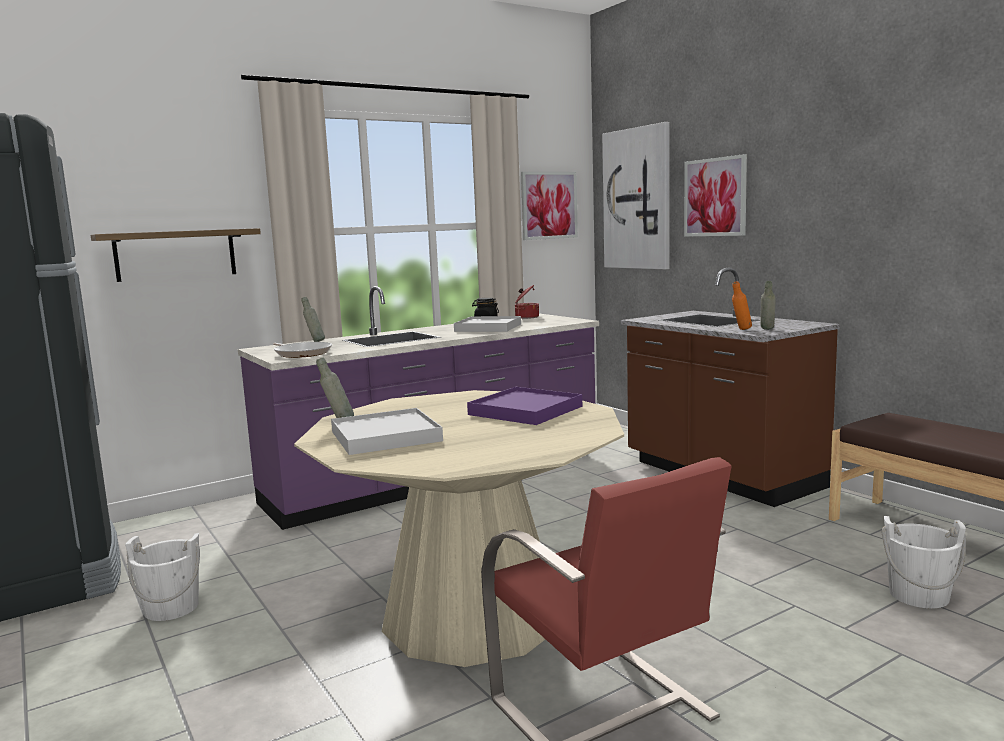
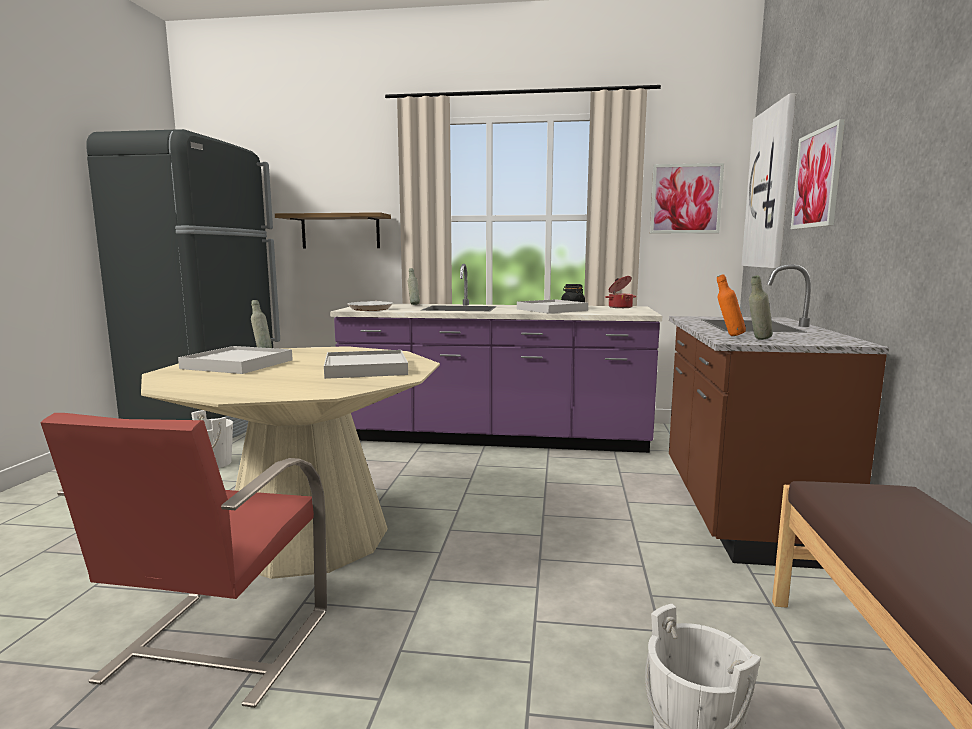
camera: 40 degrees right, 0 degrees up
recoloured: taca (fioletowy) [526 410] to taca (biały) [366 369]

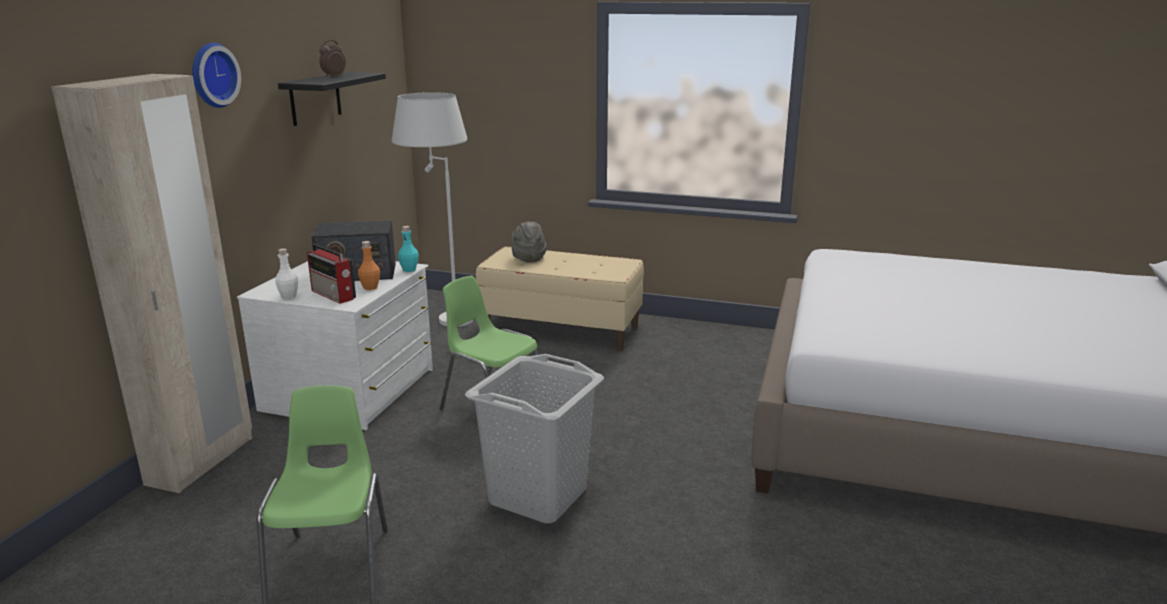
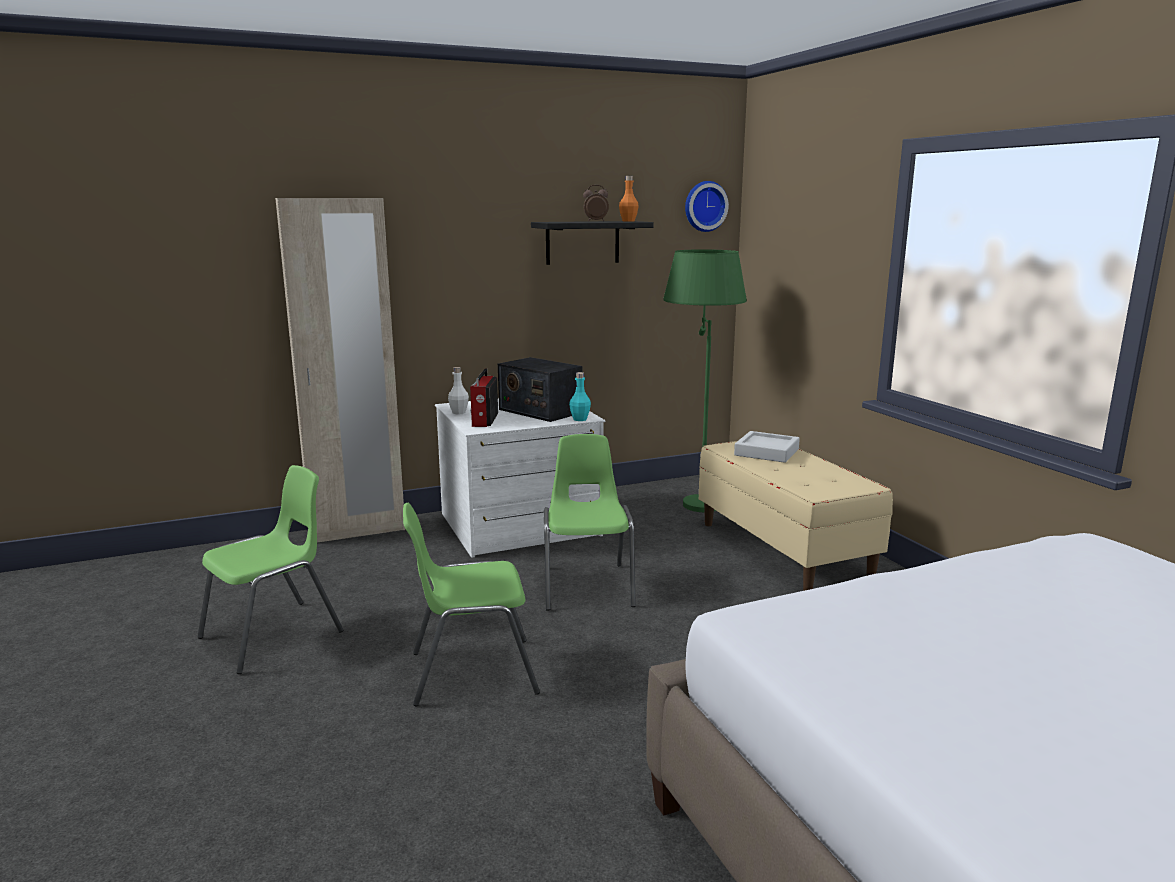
camera: 50 degrees right, 5 degrees down
moved: zegar ścienny [211 75] to [704 206]; butelka (pomarańczowy) [370 287] to [628 221]
replaced: kapelusz (szary) [528 258] to taca (szary) [766 452]; kosz na pranie (szary) [537 496] to krzesło (zielony) [471 672]
recoloured: lampa stojąca (biały) [441 316] to lampa stojąca (zielony) [696 498]

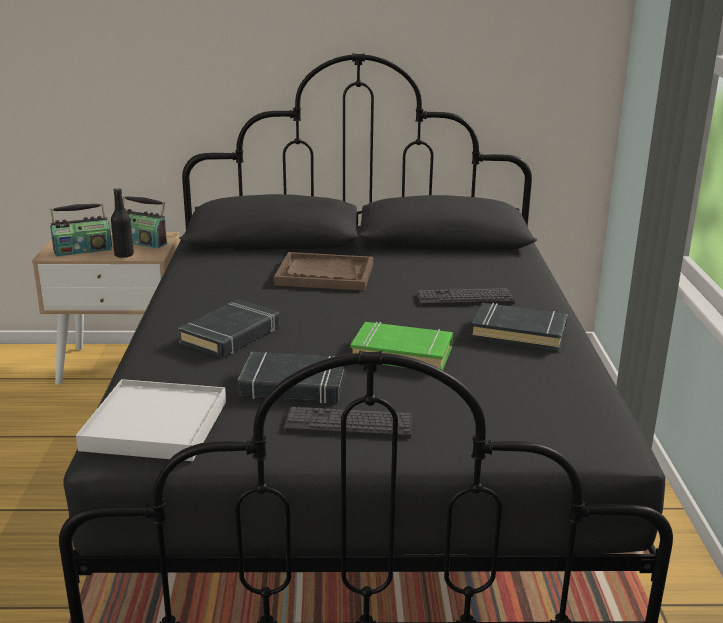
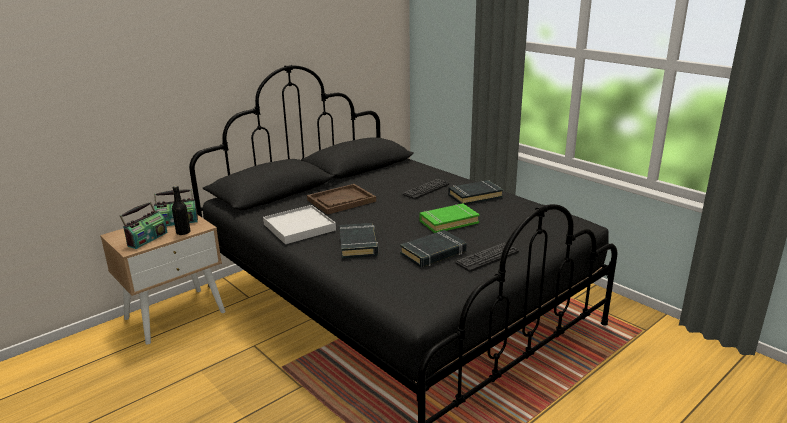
camera: 40 degrees left, 0 degrees up
moved: taca (biały) [155 425] to [299 227]

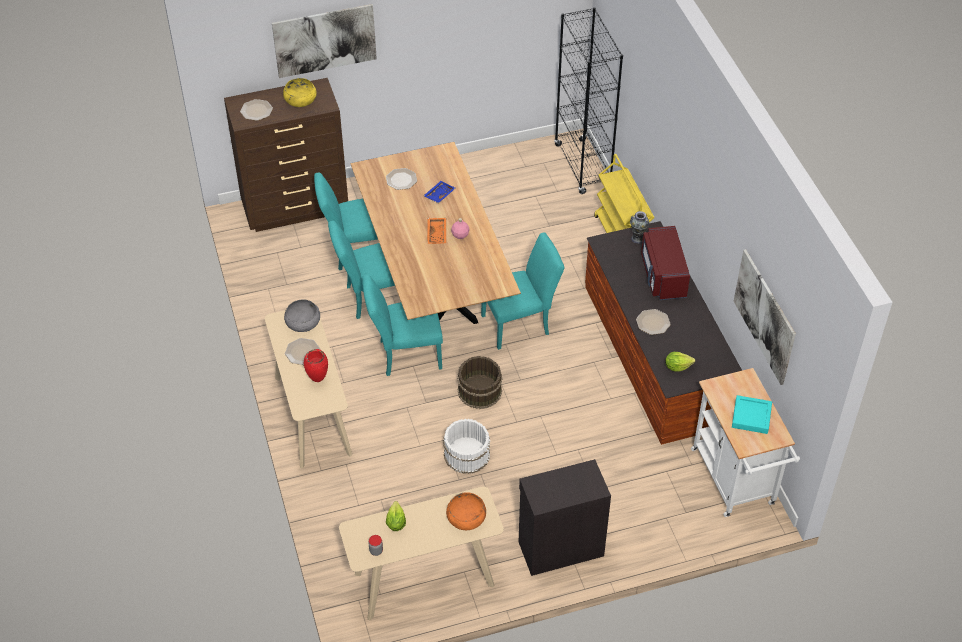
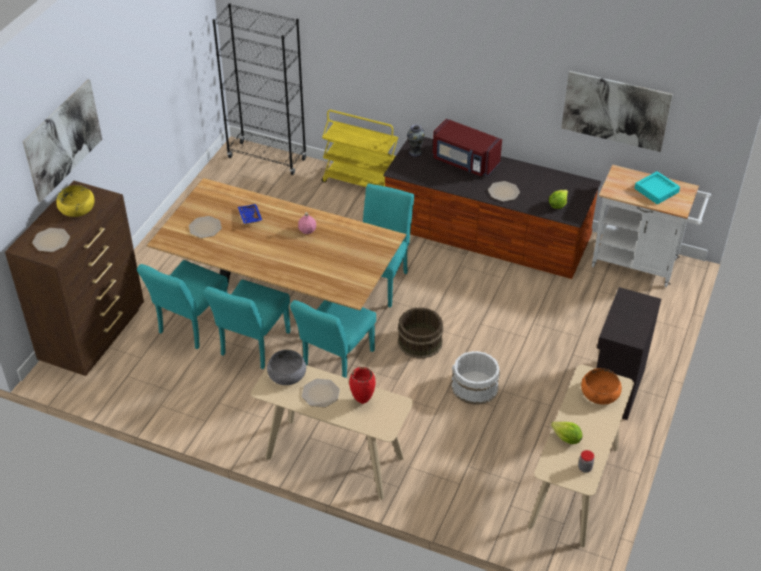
camera: 50 degrees left, 5 degrees down
removed: taca (pomarańczowy) [437 234]

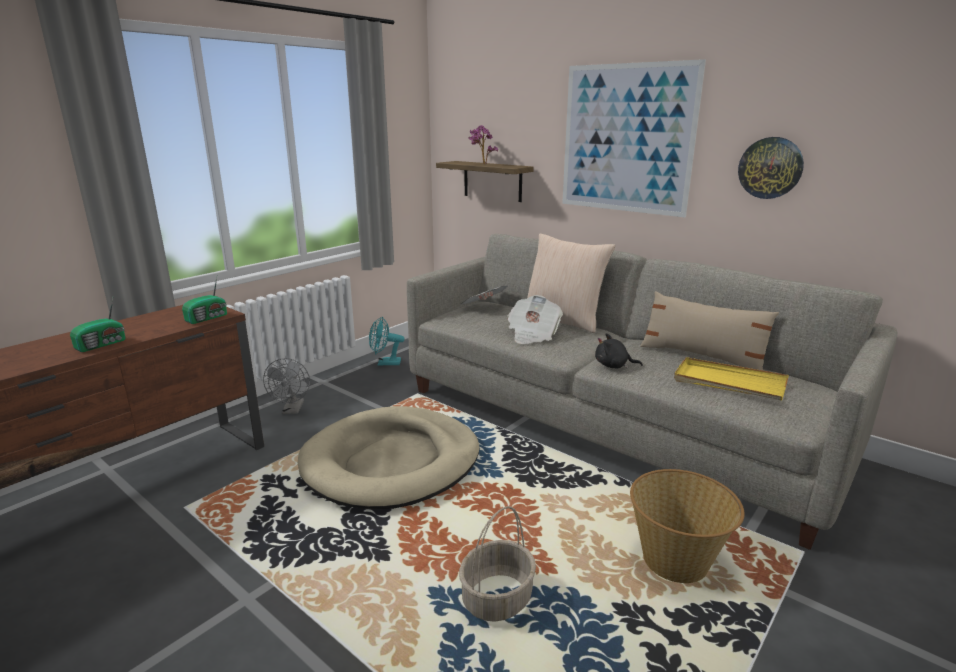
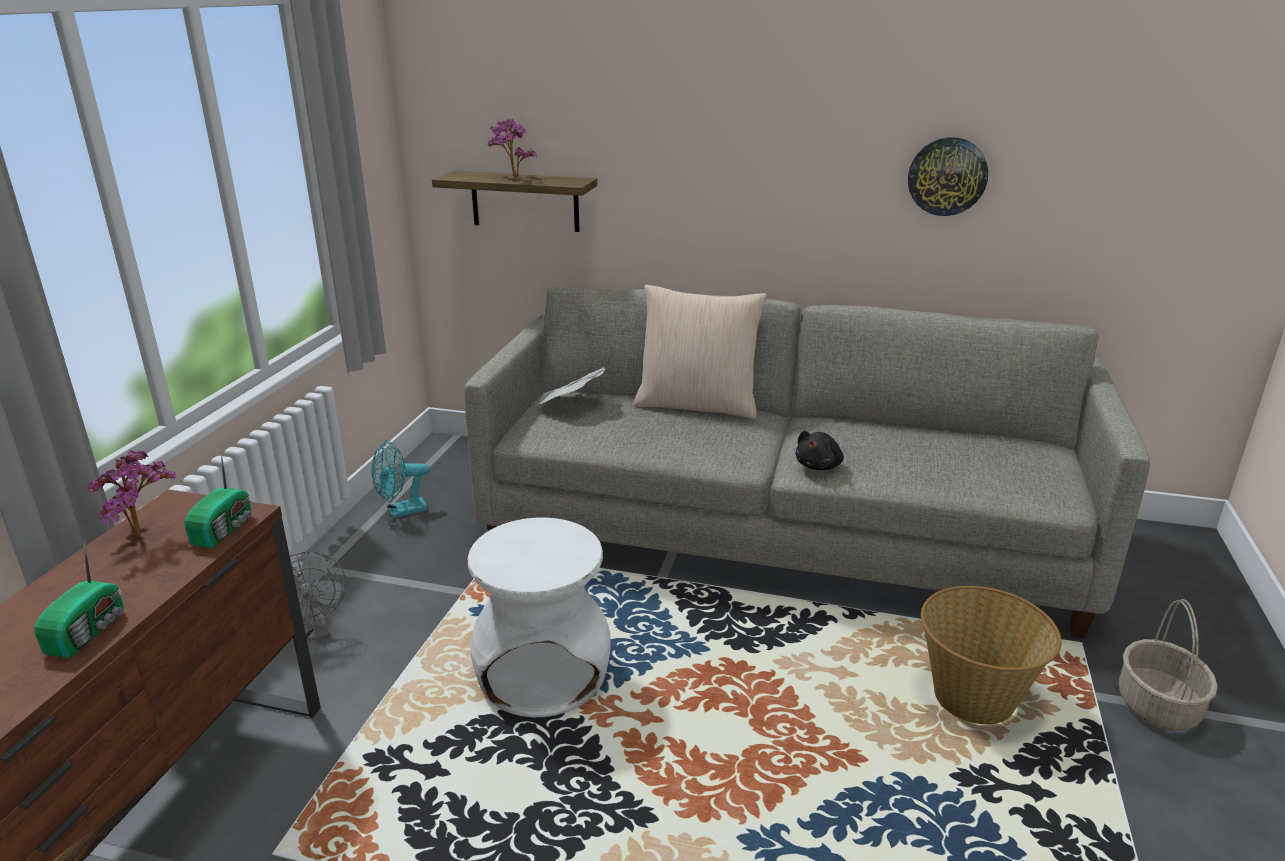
camera: 25 degrees left, 5 degrees up
removed: obraz [626 139]; poduszka (beżowy) [701 357]; gazeta [532 334]; taca (żółty) [729 382]
added: roślina doniczkowa [144 535]
moved: koszyk [497 599] to [1158 706]
replaced: legowisko (beżowy) [392 462] to stołek (biały) [543 673]
turned: pluszak (czarny) [613 366] = [819 466] 45 degrees counterclockwise

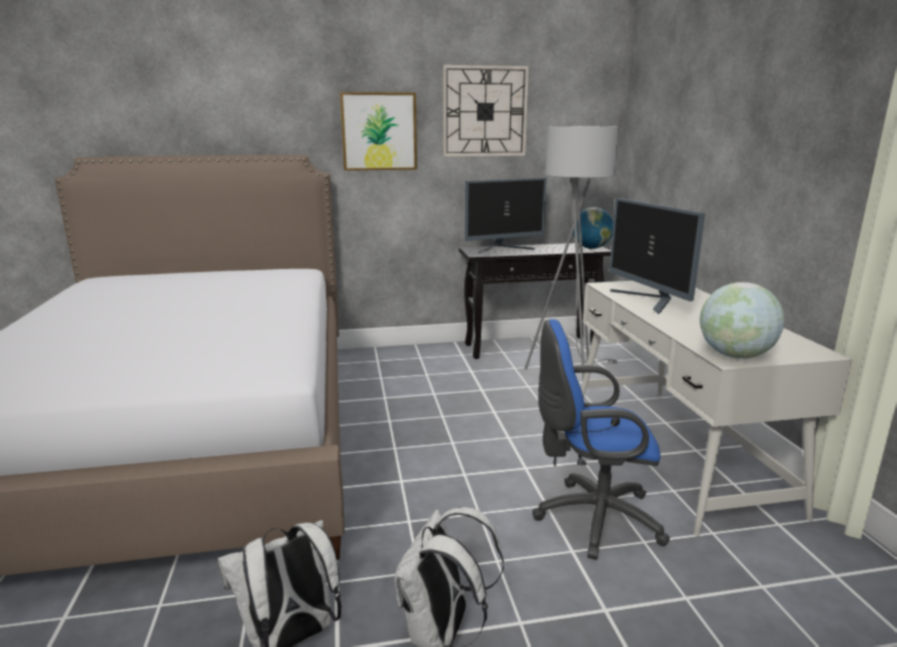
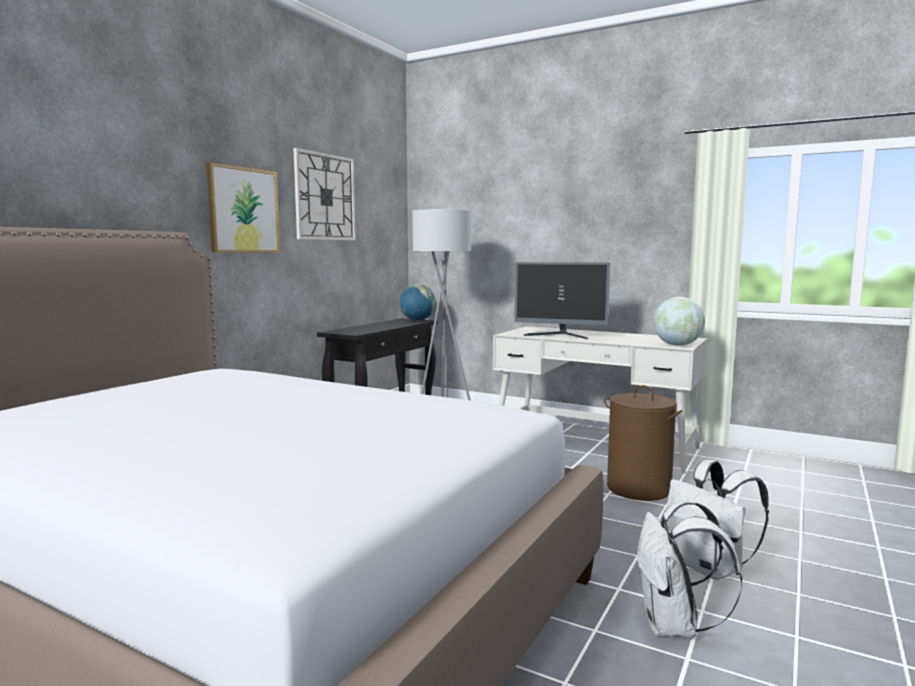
camera: 50 degrees left, 10 degrees down
removed: monitor [503 249]
replaced: krzesło biurowe (niebieski) [591 518] to kosz na pranie (brązowy) [638 488]

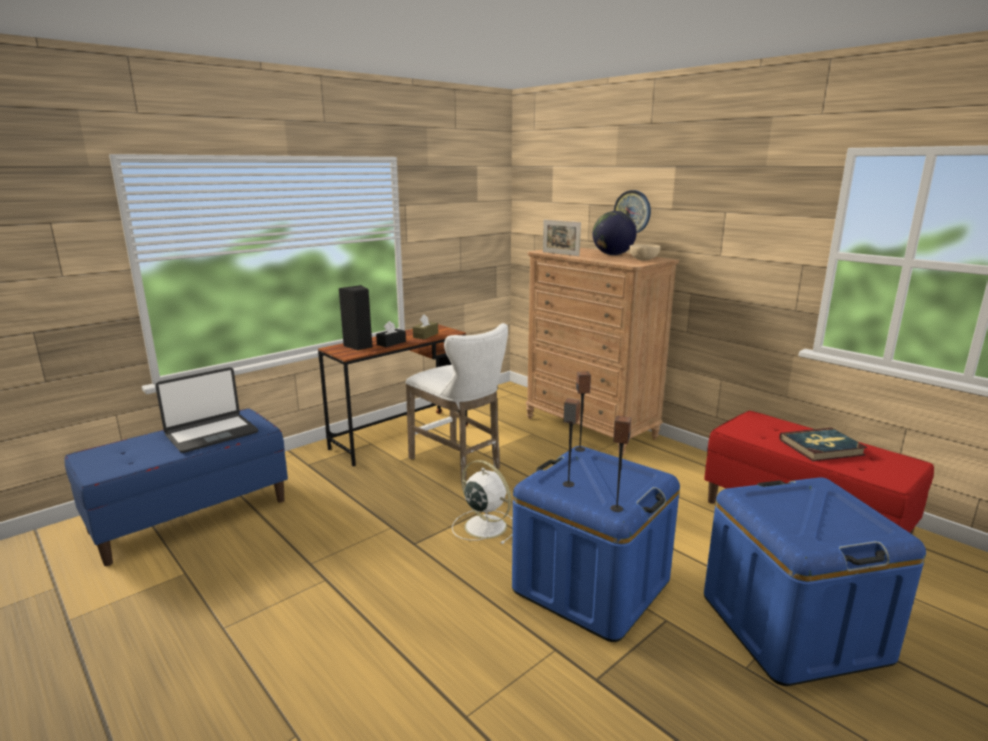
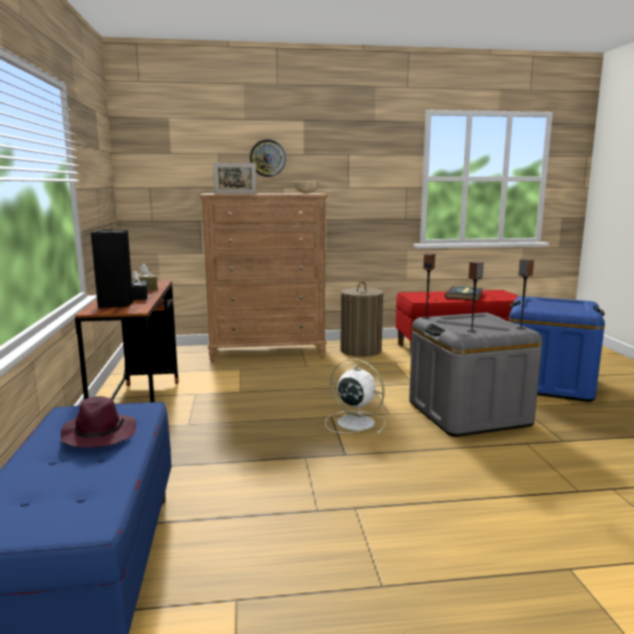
camera: 55 degrees left, 5 degrees down
removed: globus [612 254]; stołek (biały) [459 464]
added: kosz na pranie [361 350]
replaced: laptop [211 434] to kapelusz (fioletowy) [98 435]
recoloured: pojemnik do przechowywania (niebieski) [591 585] to pojemnik do przechowywania (szary) [468 413]
turned: wentylator (biały) [484 526] = [354 422] 45 degrees clockwise

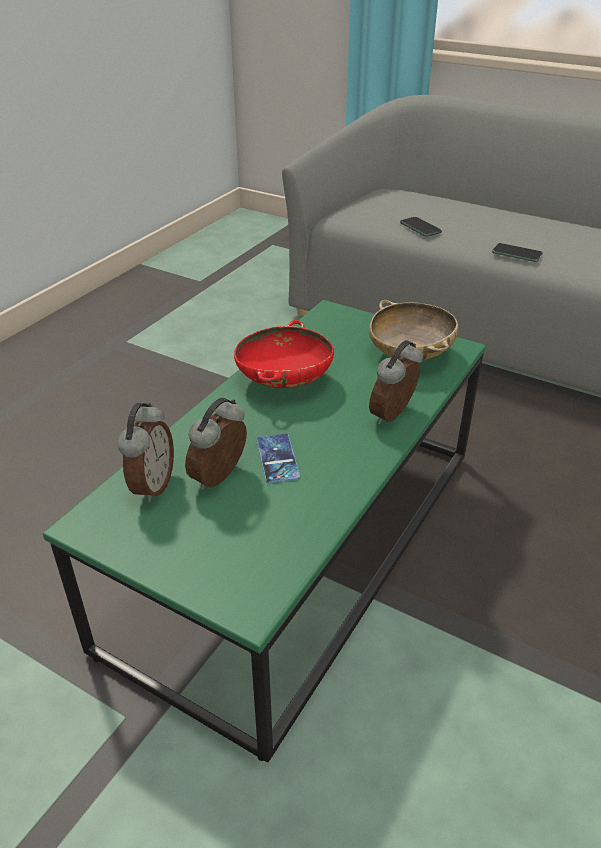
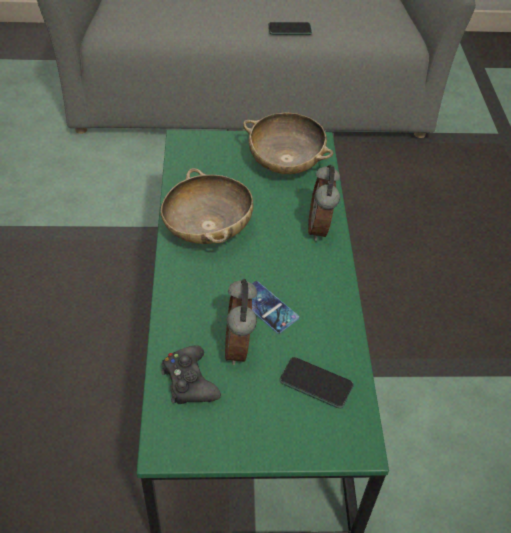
camera: 35 degrees left, 10 degrees up
moved: telefon [420 227] to [316 383]
replaced: budzik [151 486] to pad do gier (czarny) [189 382]
recoloured: miska (czerwony) [284 381] to miska (beżowy) [207 230]

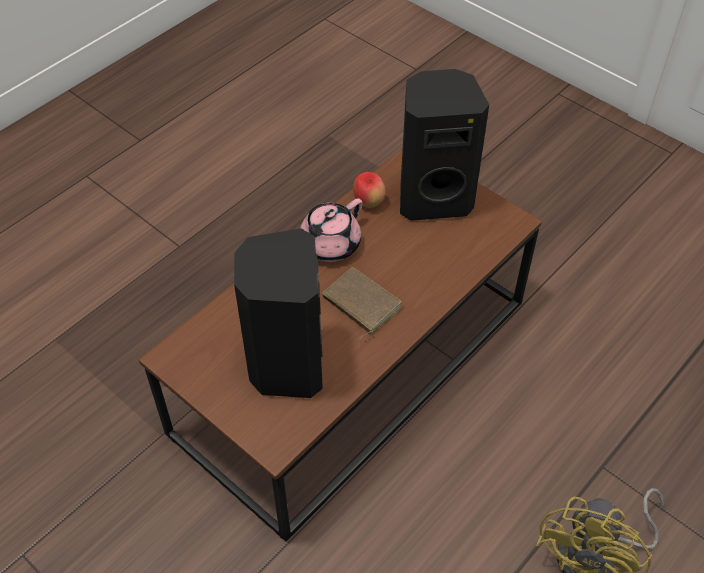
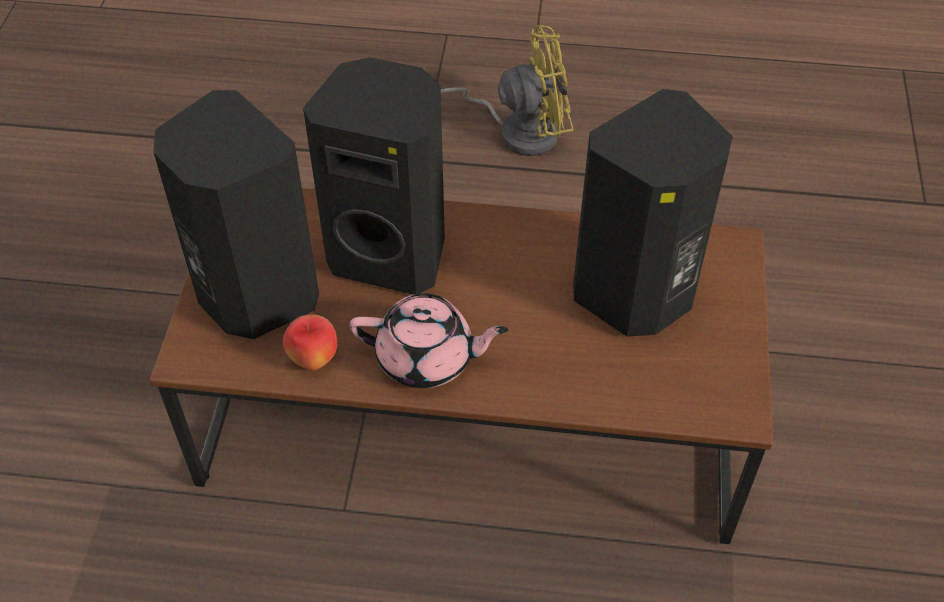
camera: 125 degrees left, 0 degrees up
removed: książka (brązowy) [359 304]
added: głośnik (czarny) [391 253]

